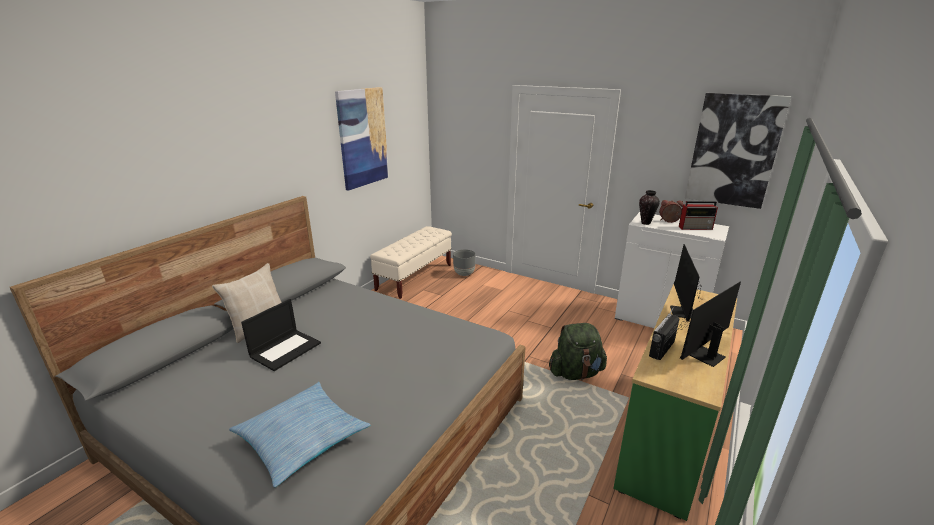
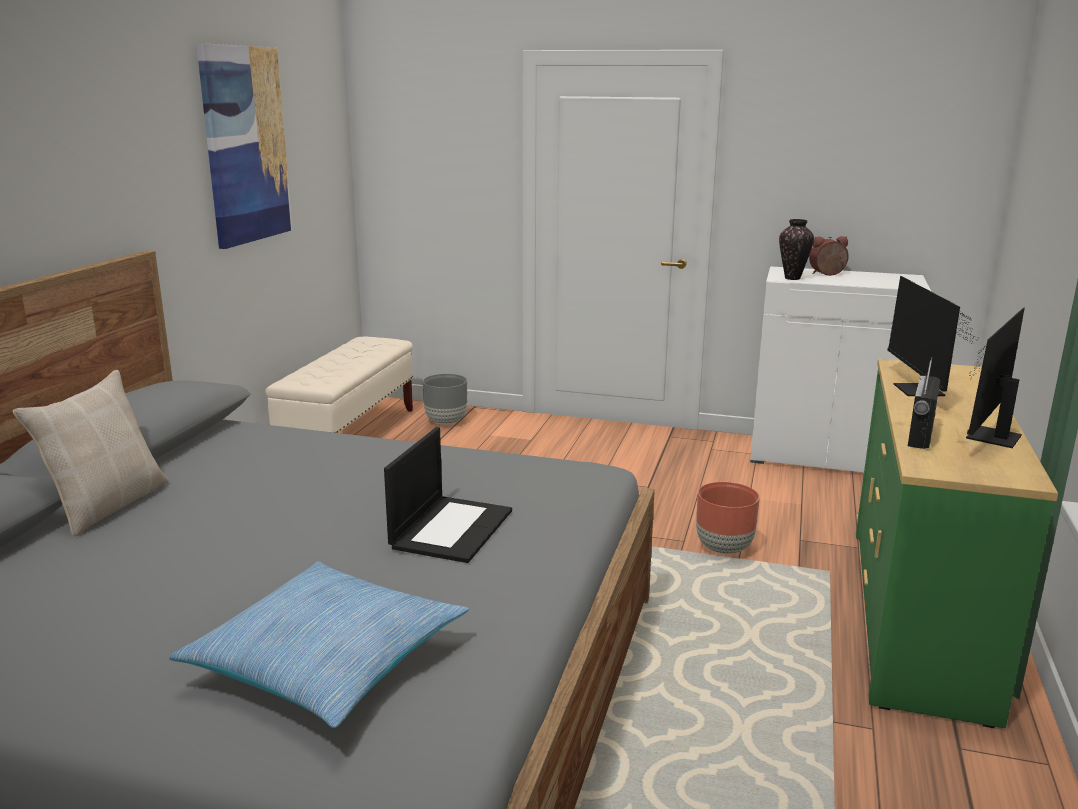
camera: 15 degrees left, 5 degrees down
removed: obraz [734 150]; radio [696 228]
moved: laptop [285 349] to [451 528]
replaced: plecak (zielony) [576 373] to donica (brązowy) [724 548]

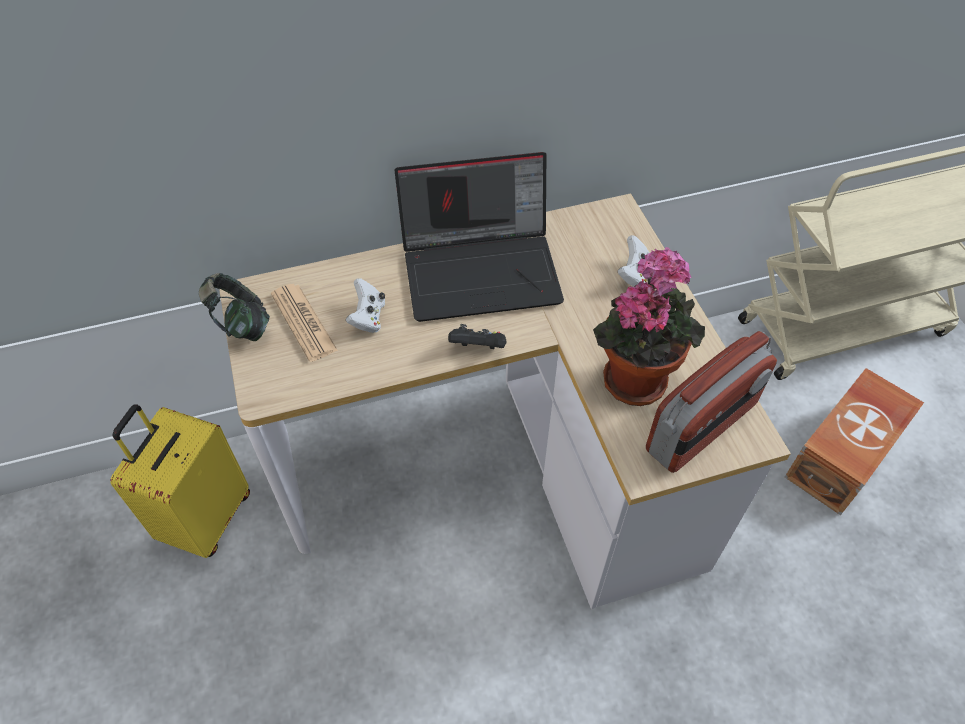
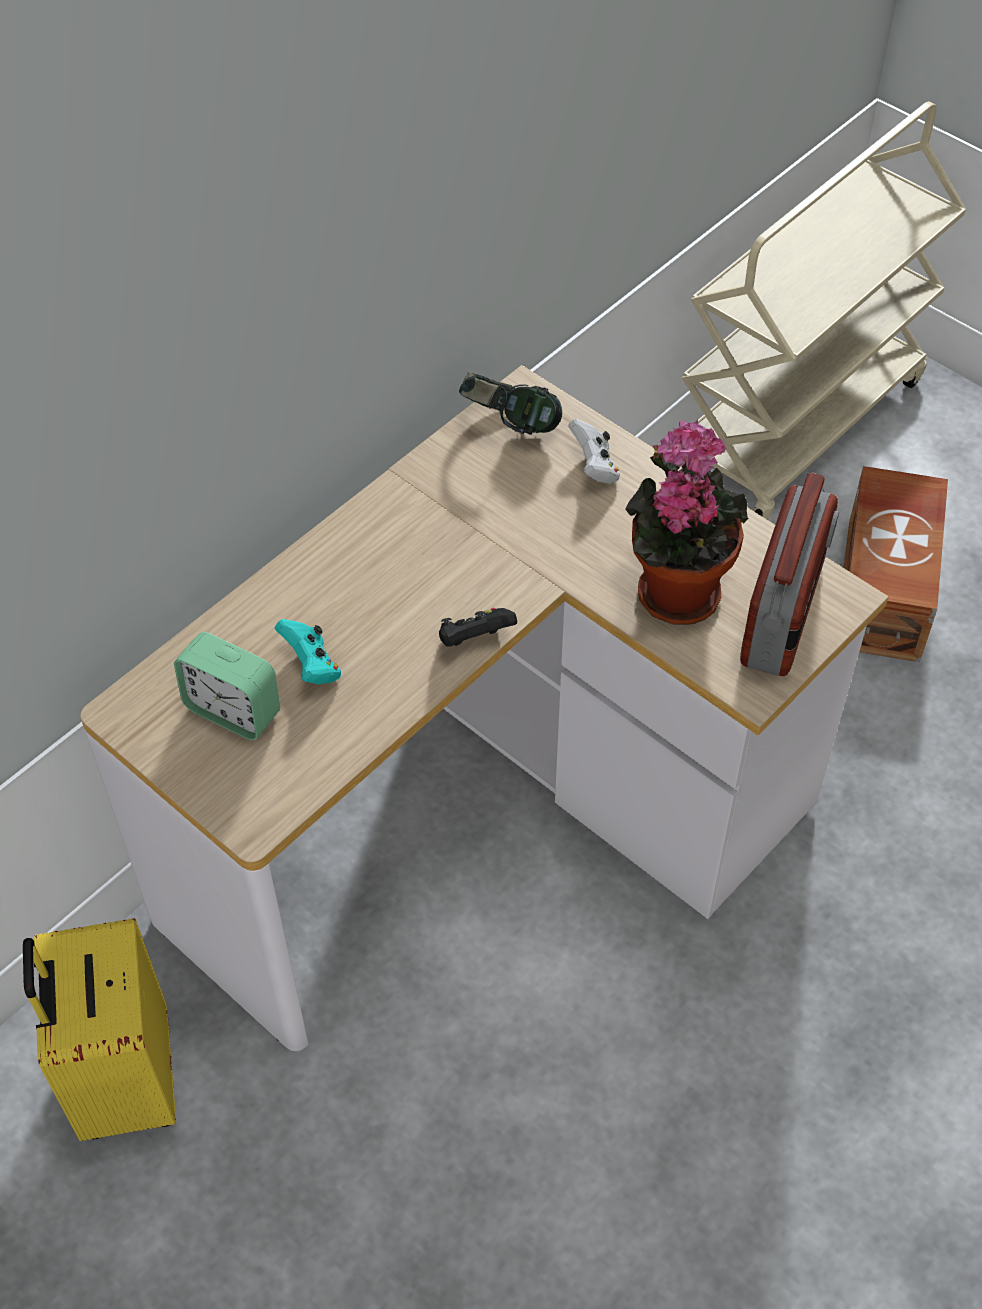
camera: 30 degrees left, 0 degrees up
removed: laptop [482 269]
moved: słuchawki [241 324] to [509 426]
replaced: gazeta [303 322] to budzik [233 710]
recoloured: pad do gier (biały) [368 317] to pad do gier (turkusowy) [312 666]

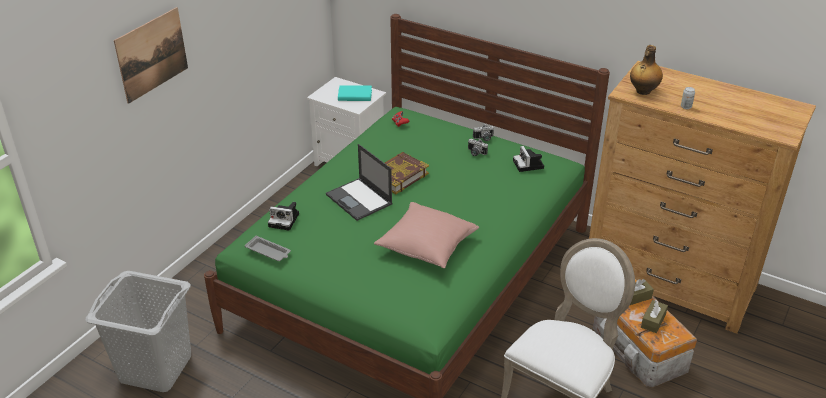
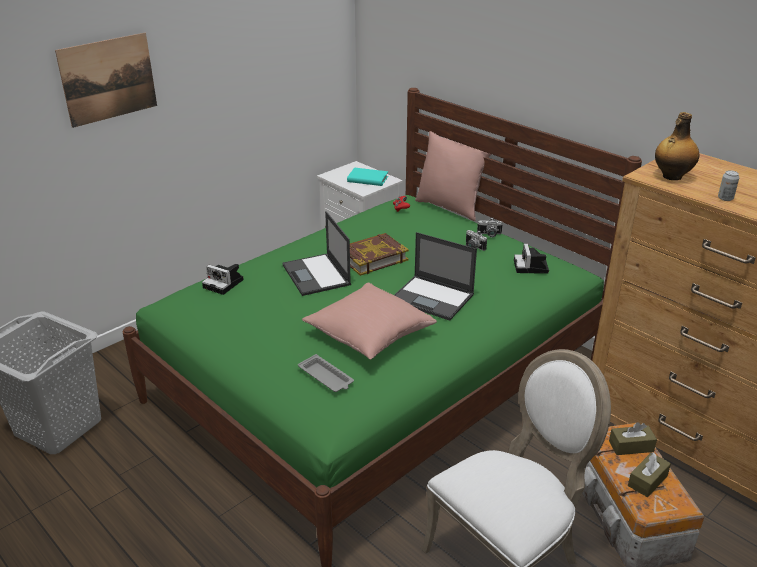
camera: 15 degrees right, 5 degrees down
added: poduszka (różowy) [450 207]; laptop [433 298]
moved: taca (szary) [268 252] to [326 377]

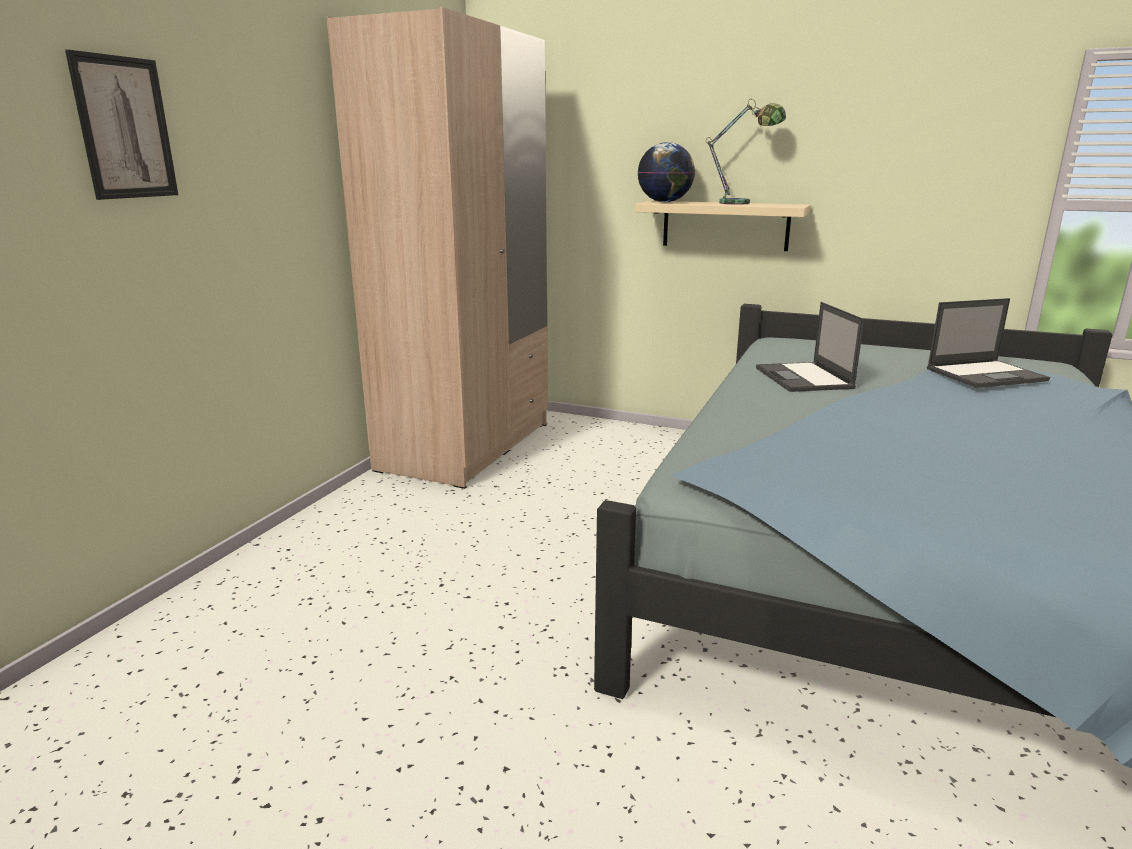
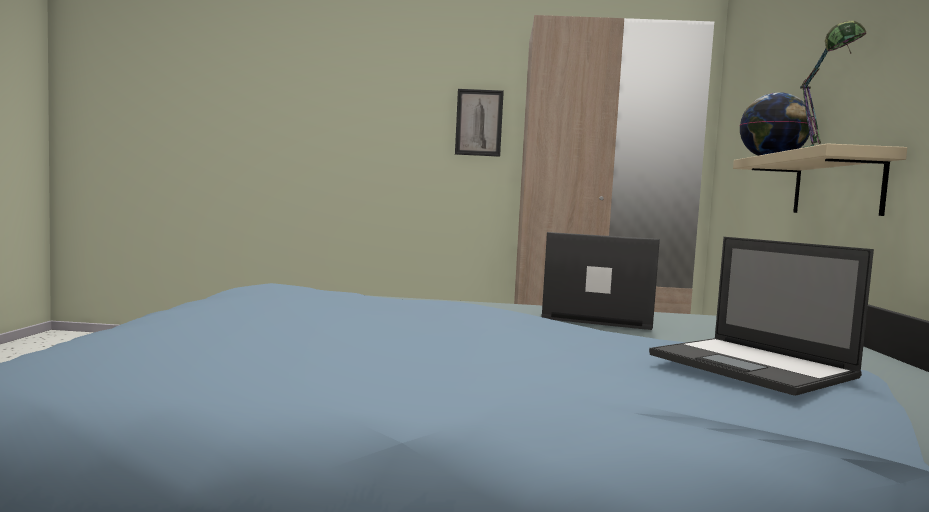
camera: 70 degrees right, 15 degrees down
moved: obraz [125 128] to [479 122]
turned: laptop [804 378] = [597 317] 45 degrees clockwise

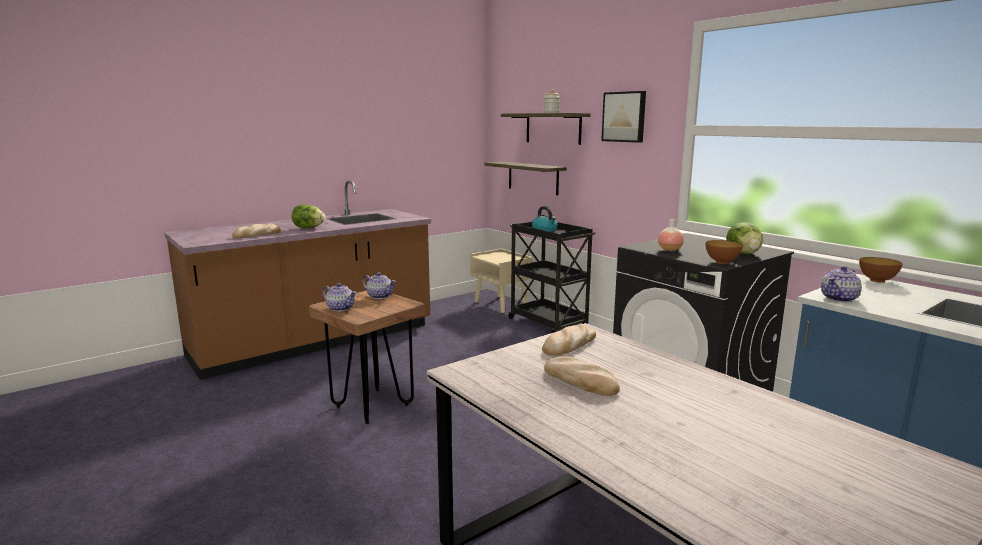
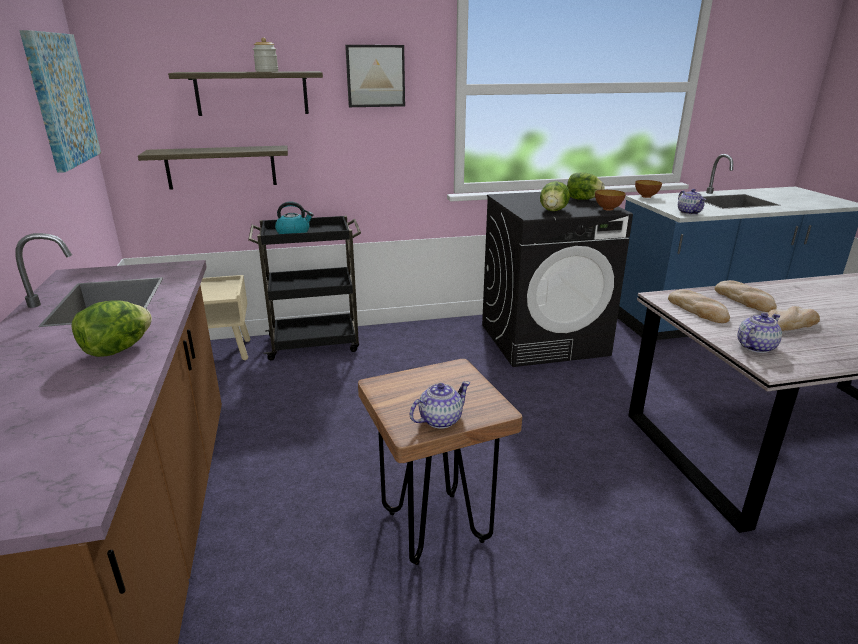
camera: 65 degrees left, 10 degrees up
added: obraz [61 100]
moved: chleb [257 234] to [744 300]; imbryk [380 296] to [755 347]
replaced: wazon [669 250] to sałata [553 211]

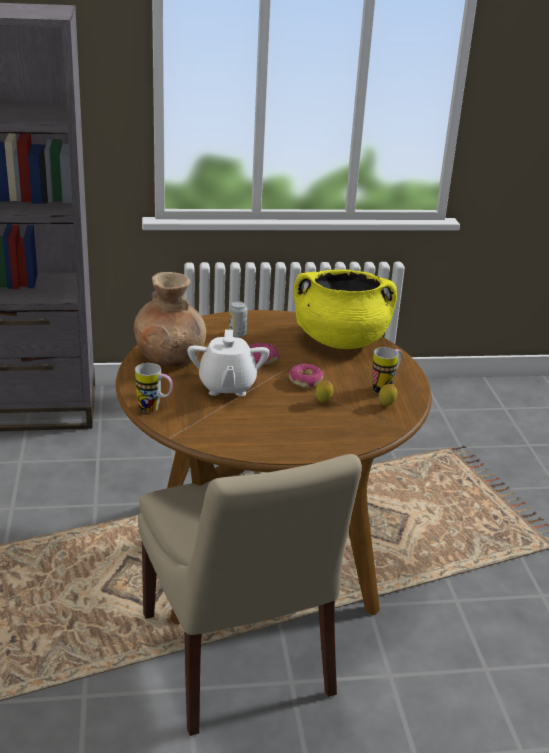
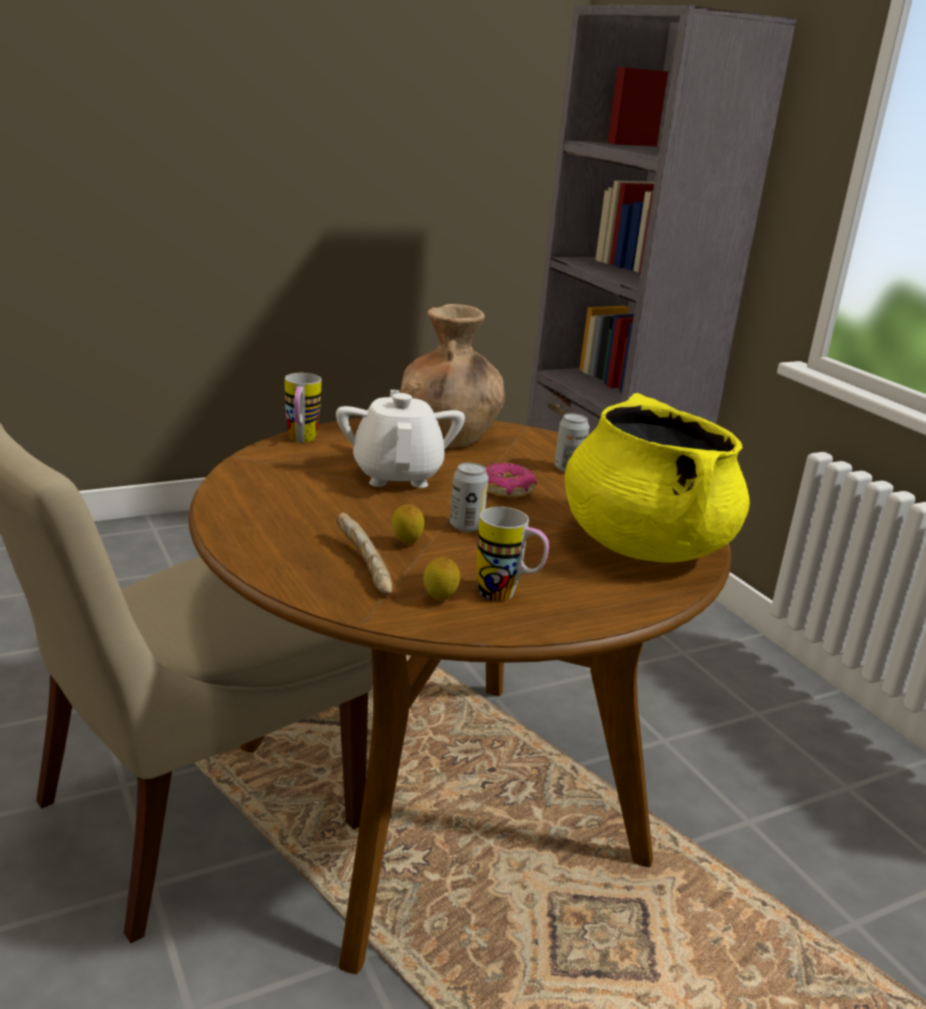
camera: 70 degrees right, 5 degrees down
added: chleb [362 566]
replaced: donut [305 381] to puszka [466 526]
turned: imbryk (biały) [227 386] = [397 475] 105 degrees clockwise

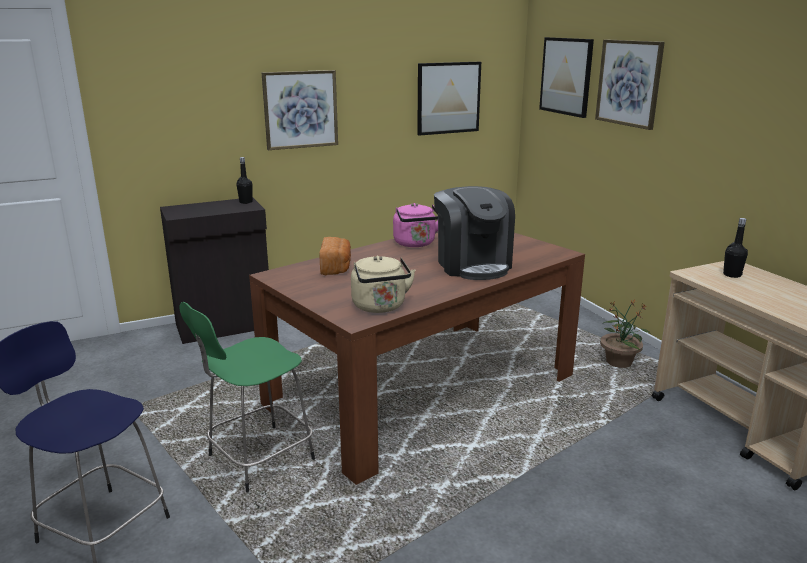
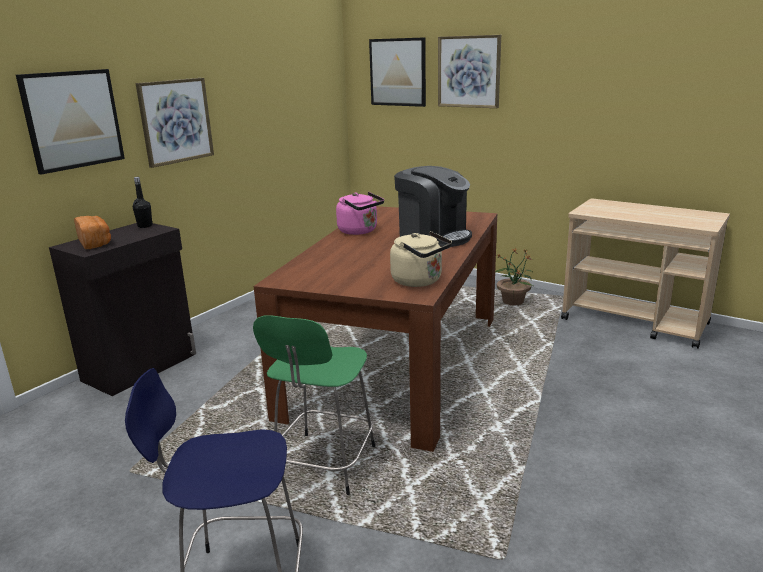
camera: 30 degrees left, 0 degrees up
removed: butelka (czarny) [732 275]
moved: obraz [448 98] to [73 120]; chleb [336 267] to [95 243]

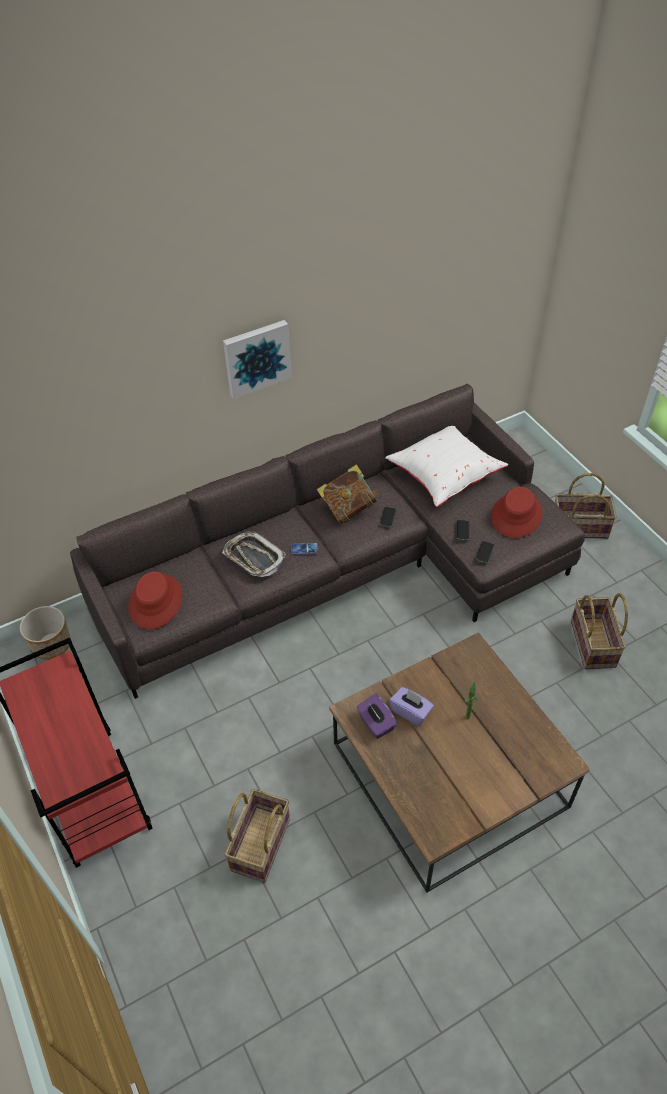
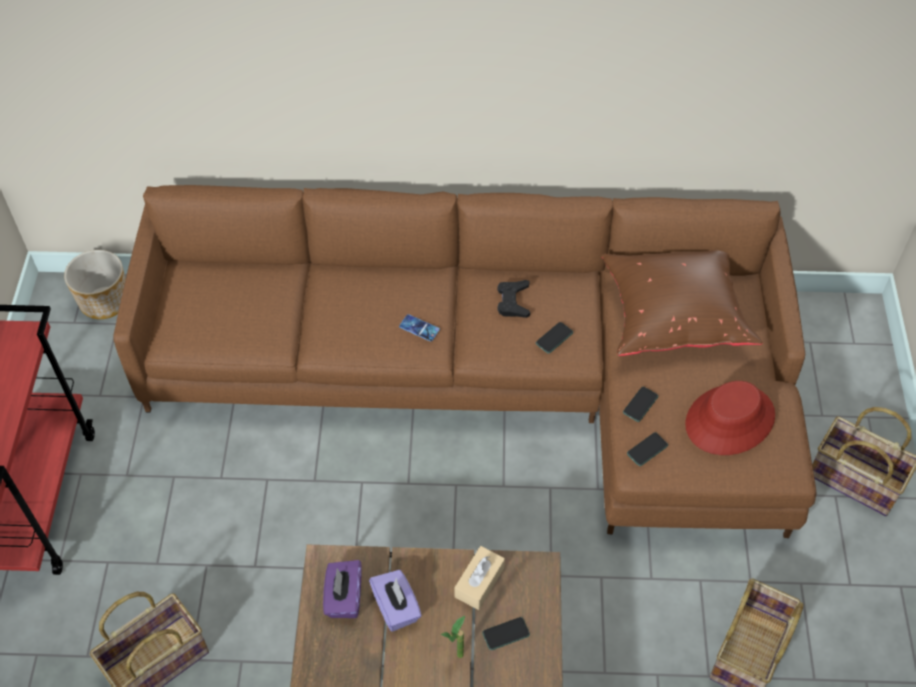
camera: 30 degrees right, 5 degrees up
removed: obraz [256 357]; taca [254 557]; kapelusz (czerwony) [156 602]
added: pudełko chusteczek (beżowy) [479 582]; telefon [506 634]
replaced: książka [348 508] to pad do gier (czarny) [513 301]
recoloured: kanapa (szary) [344 569] to kanapa (brązowy) [494 377]; poduszka (biały) [443 475] to poduszka (brązowy) [673 315]

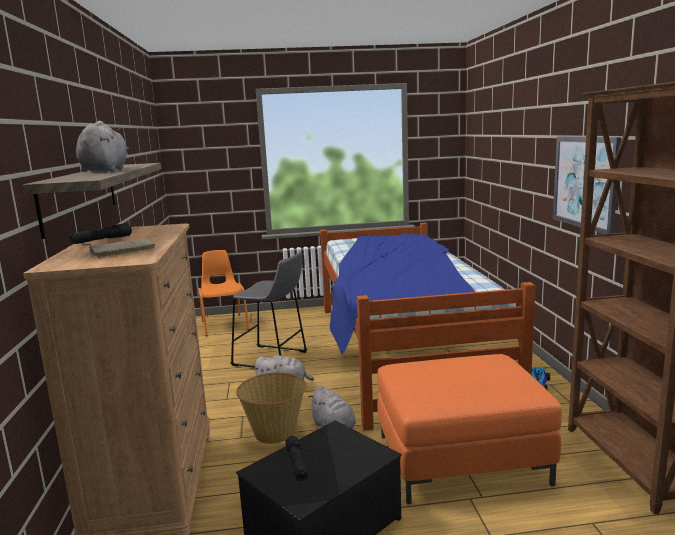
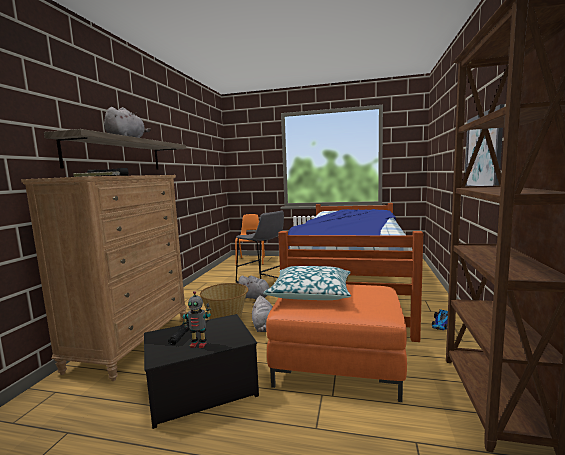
camera: 20 degrees right, 5 degrees down
added: poduszka [311 293]; robot zabawkowy [198 344]

